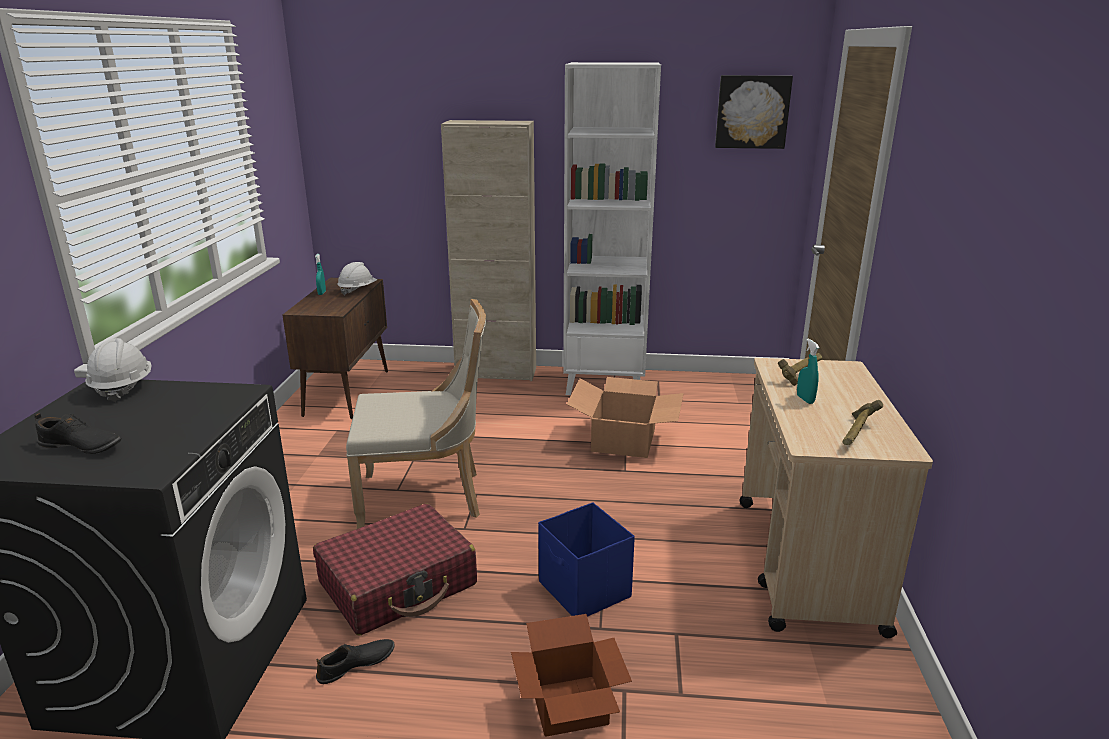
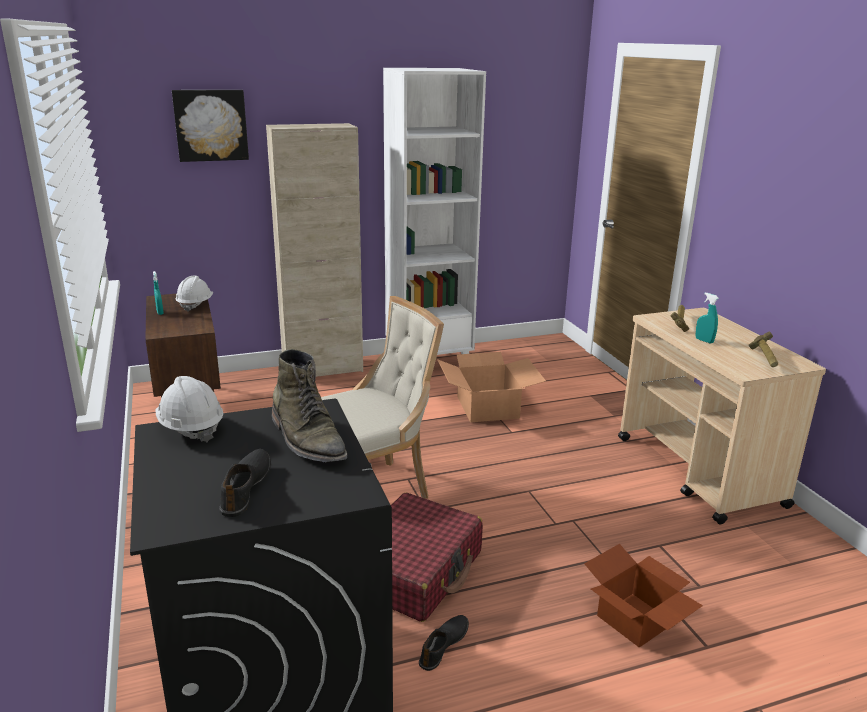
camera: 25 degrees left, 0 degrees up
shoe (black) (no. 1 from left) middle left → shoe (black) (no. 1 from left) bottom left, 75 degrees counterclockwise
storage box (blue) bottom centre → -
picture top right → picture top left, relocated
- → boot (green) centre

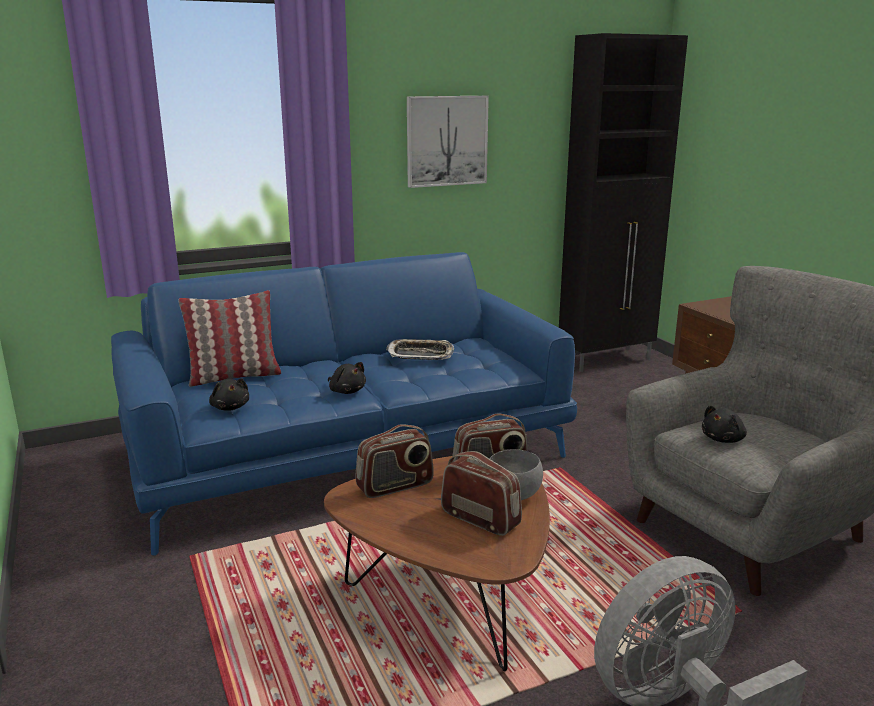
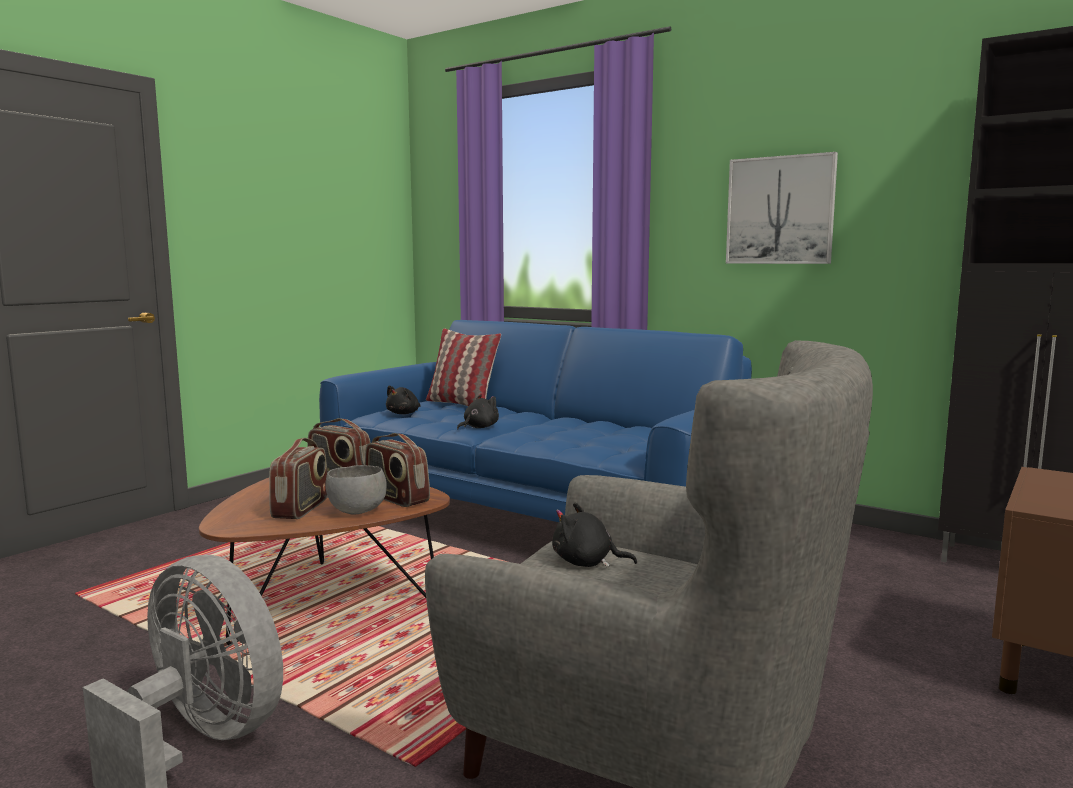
camera: 60 degrees right, 10 degrees down
plush toy (black) (no. 2 from left) centre, 150 degrees counterclockwise
tray centre → -

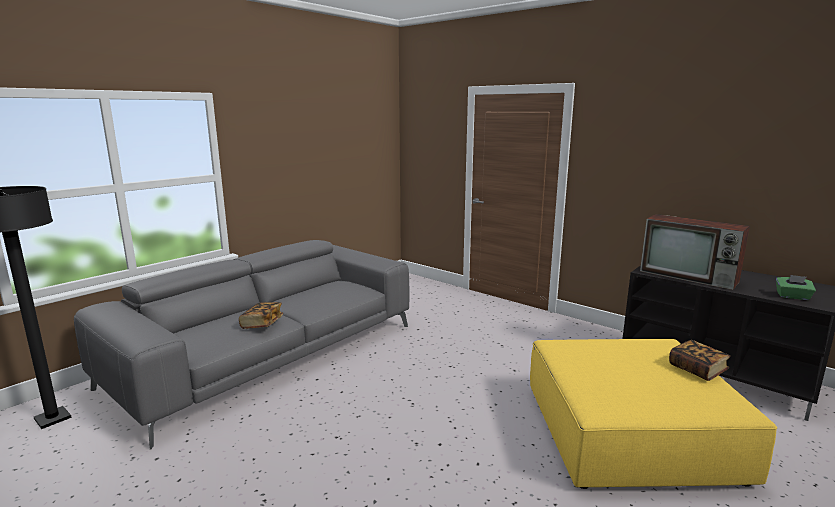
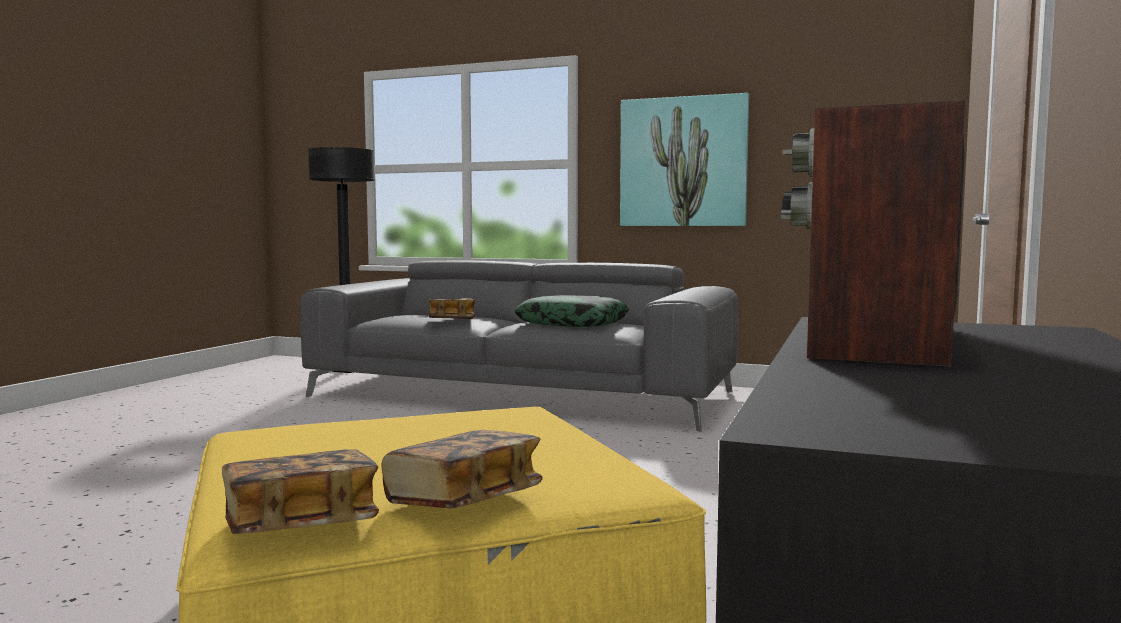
camera: 70 degrees right, 10 degrees down
tissue box (green) middle right → -
- → book (no. 1 from left) bottom left
- → pillow centre
- → picture top centre

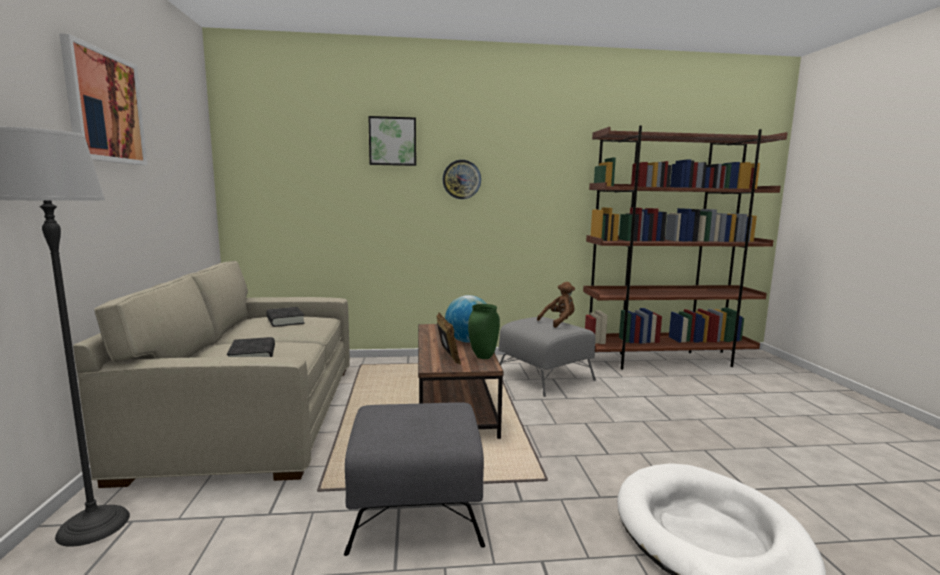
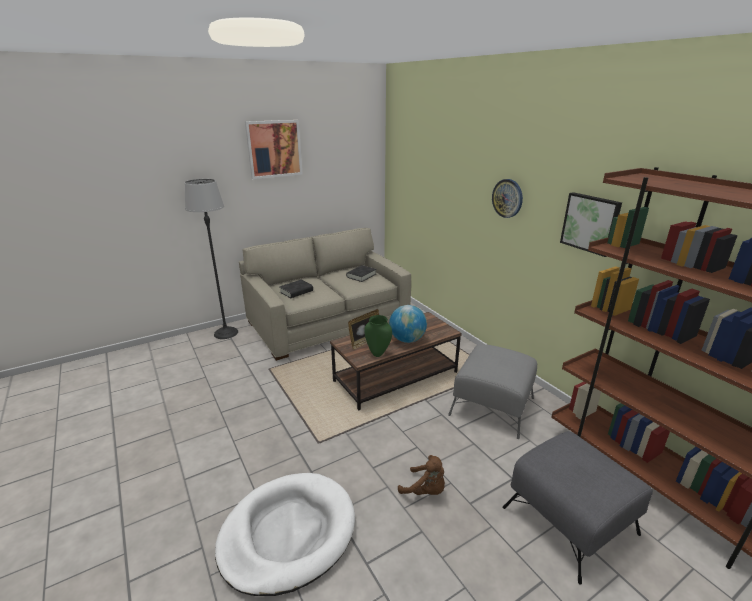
camera: 65 degrees right, 15 degrees up
ottoman (grey) (no. 1 from left in the first image) bottom centre → ottoman (grey) (no. 2 from left) bottom right, relocated
picture (no. 2 from left) top centre → picture (no. 2 from left) middle right, relocated
plush toy (brown) centre → plush toy (brown) bottom centre, relocated

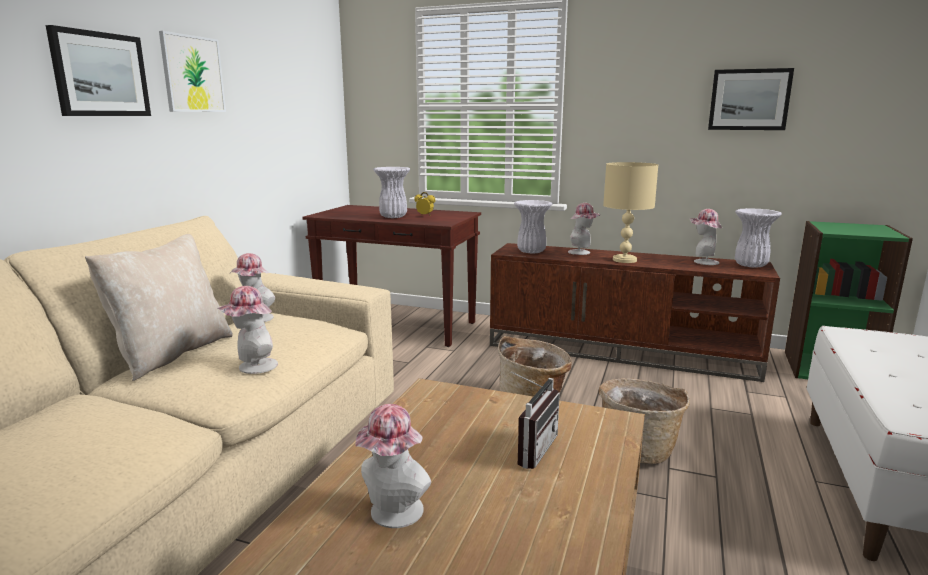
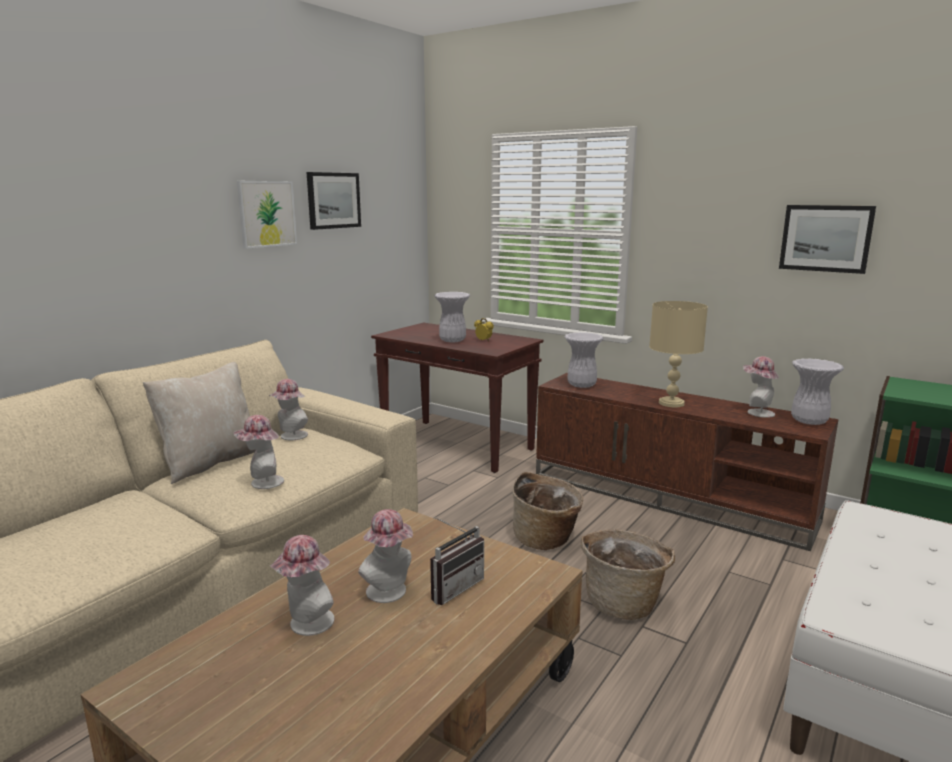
camera: 15 degrees right, 0 degrees up
picture (no. 1 from left in the first image) top left → picture (no. 2 from left) top centre, relocated
hat (no. 4 from left) centre → hat (no. 4 from left) bottom centre, relocated

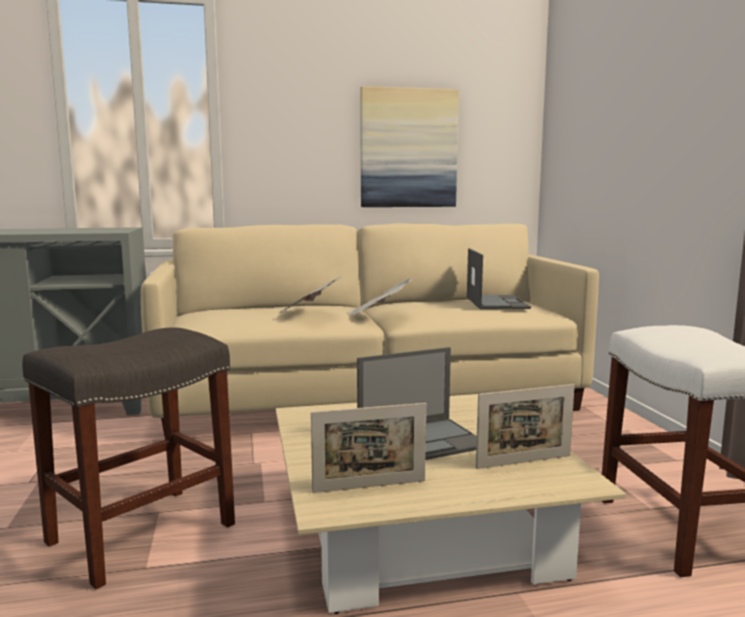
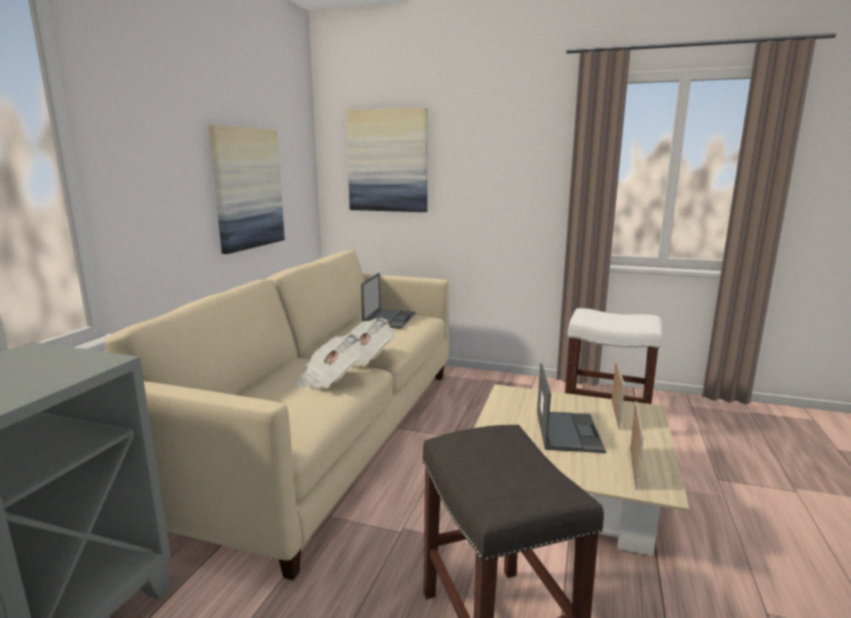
camera: 60 degrees left, 5 degrees up
laptop (no. 2 from left in the first image) middle right → laptop (no. 1 from left) centre, 75 degrees clockwise
- → picture (no. 2 from left) top centre

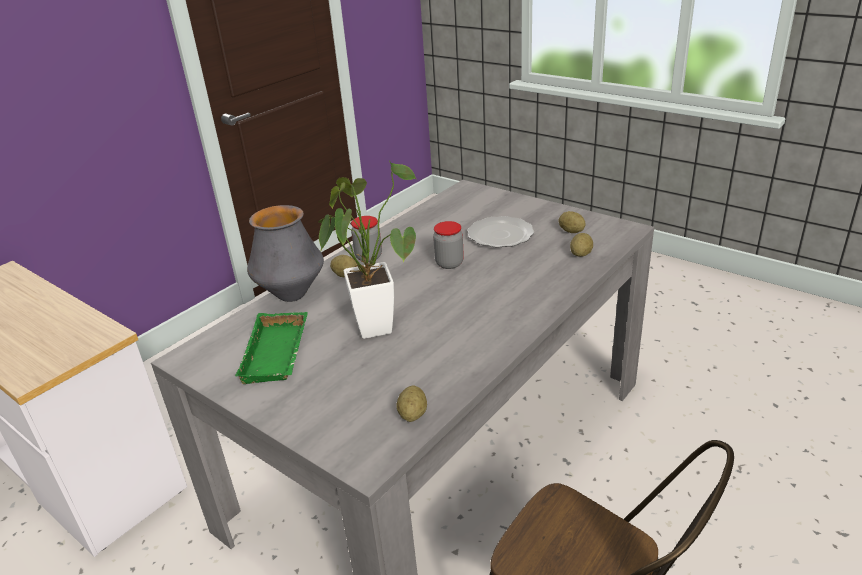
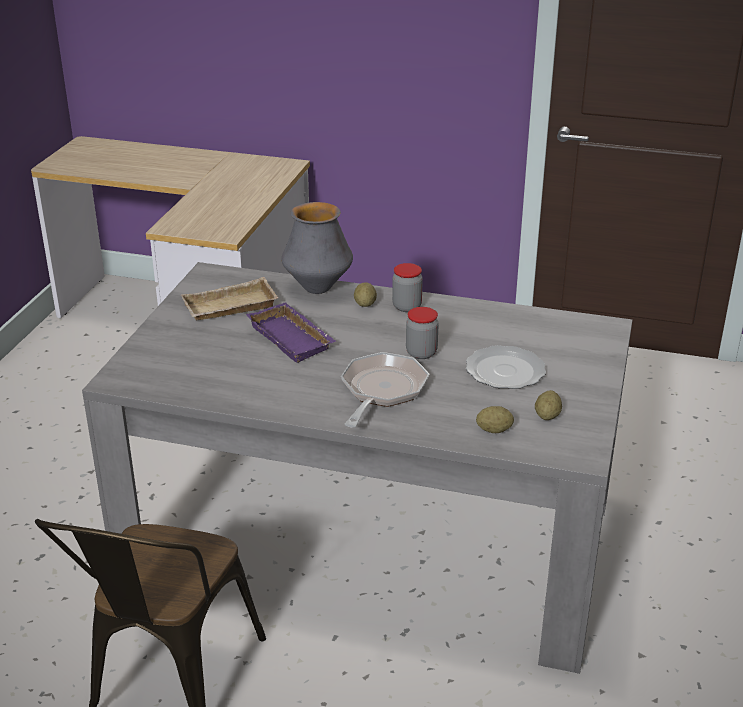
camera: 65 degrees right, 0 degrees up
tray (green) middle left → tray (beige) middle left
potted plant centre → tray (purple) centre
potato (no. 2 from left) bottom centre → -
- → frying pan centre

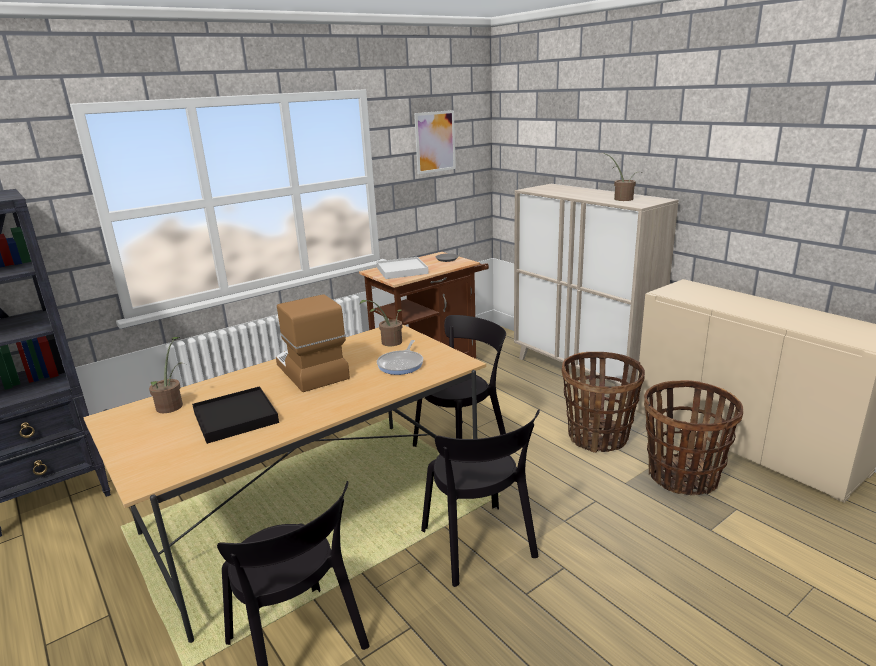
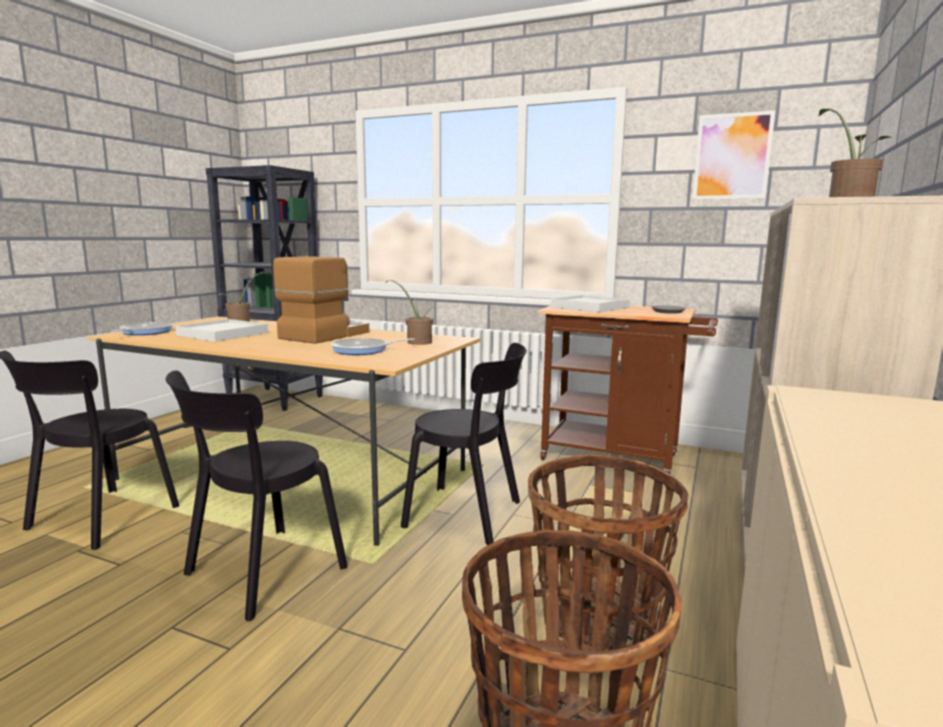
camera: 60 degrees right, 10 degrees down
tray (black) middle left → tray (white) (no. 1 from left) middle left
- → frying pan (no. 1 from left) middle left

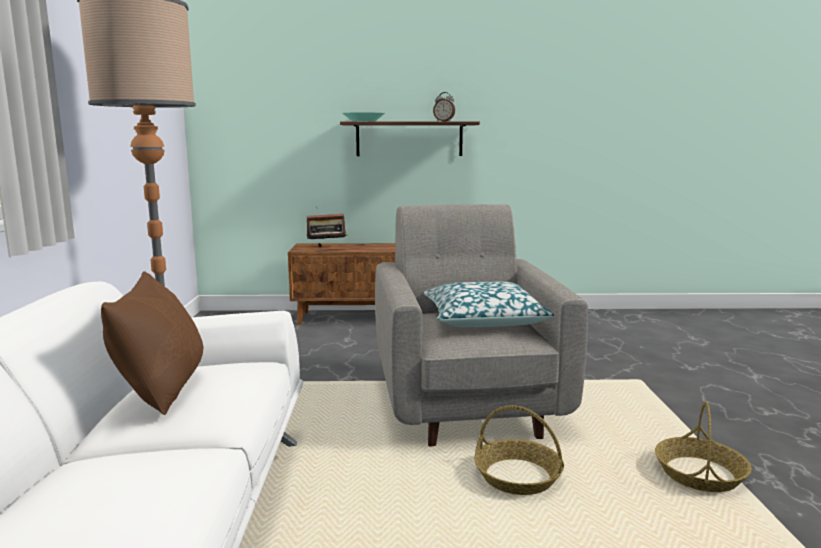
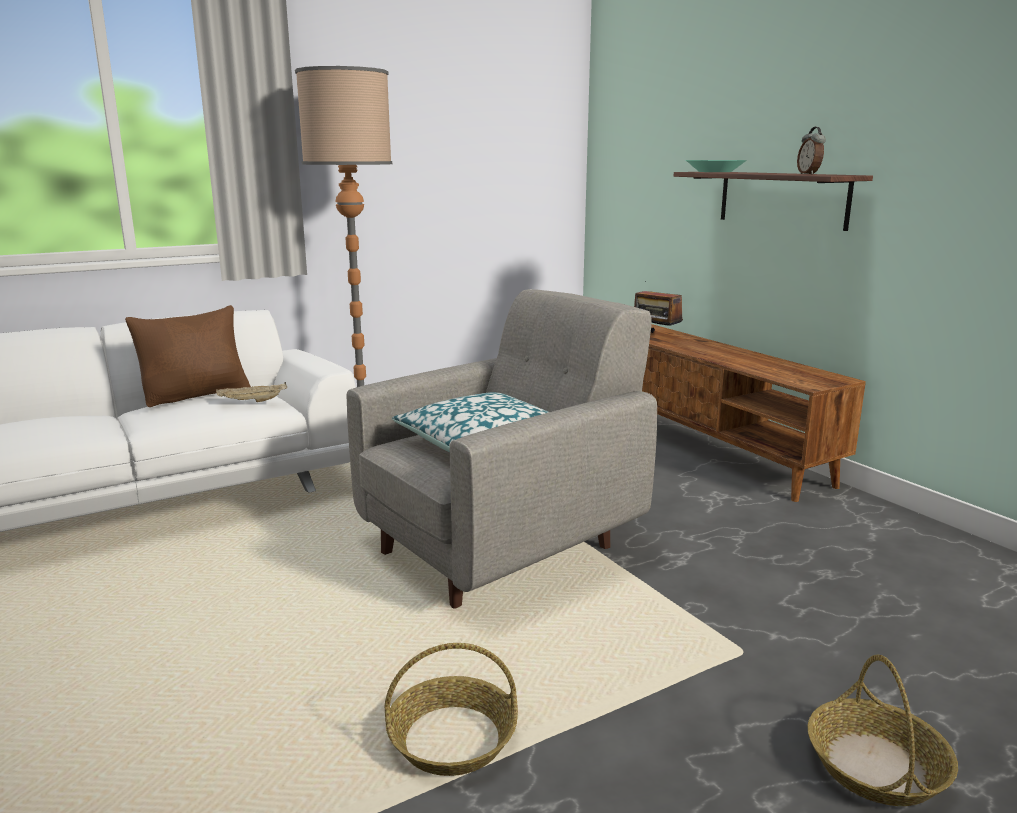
camera: 60 degrees right, 5 degrees up
basket (no. 1 from left in the first image) bottom centre → basket (no. 2 from left) bottom right, relocated
- → tray (beige) middle left

